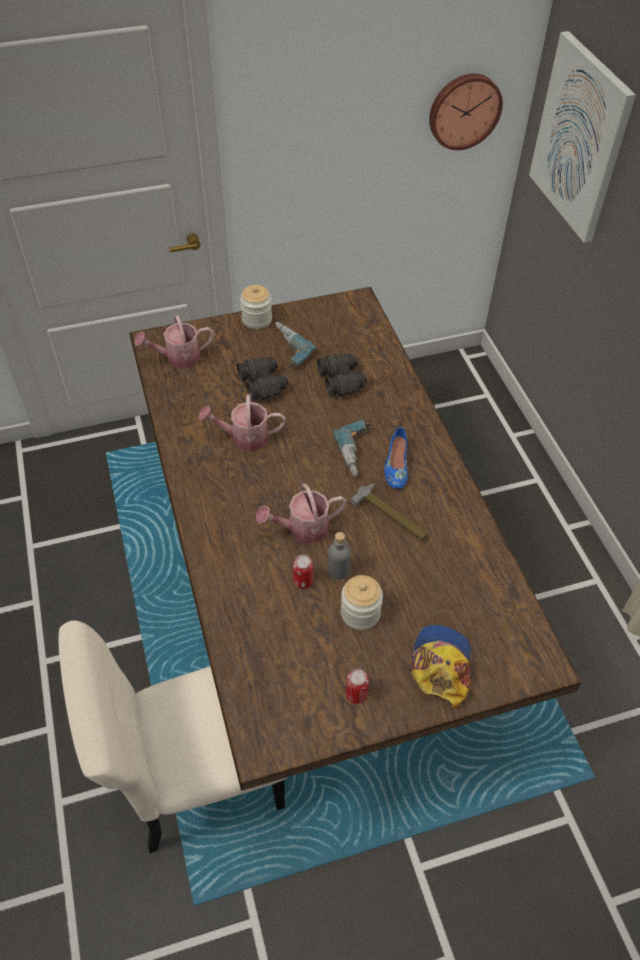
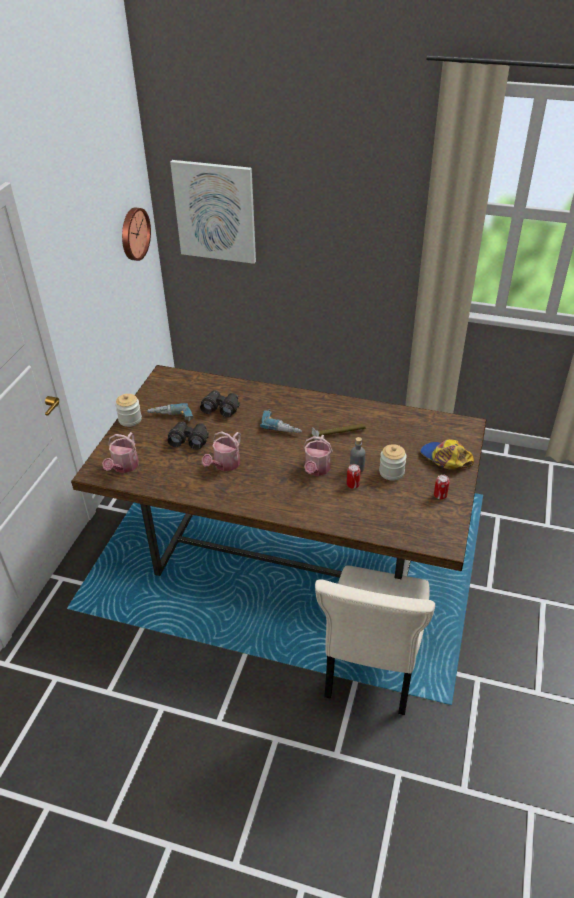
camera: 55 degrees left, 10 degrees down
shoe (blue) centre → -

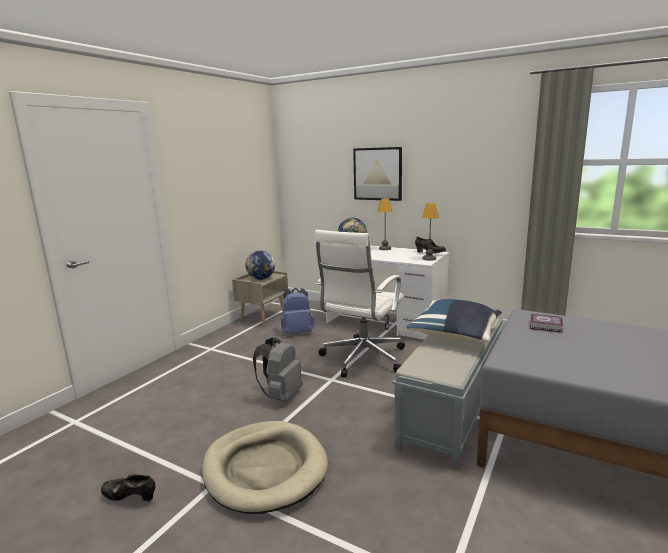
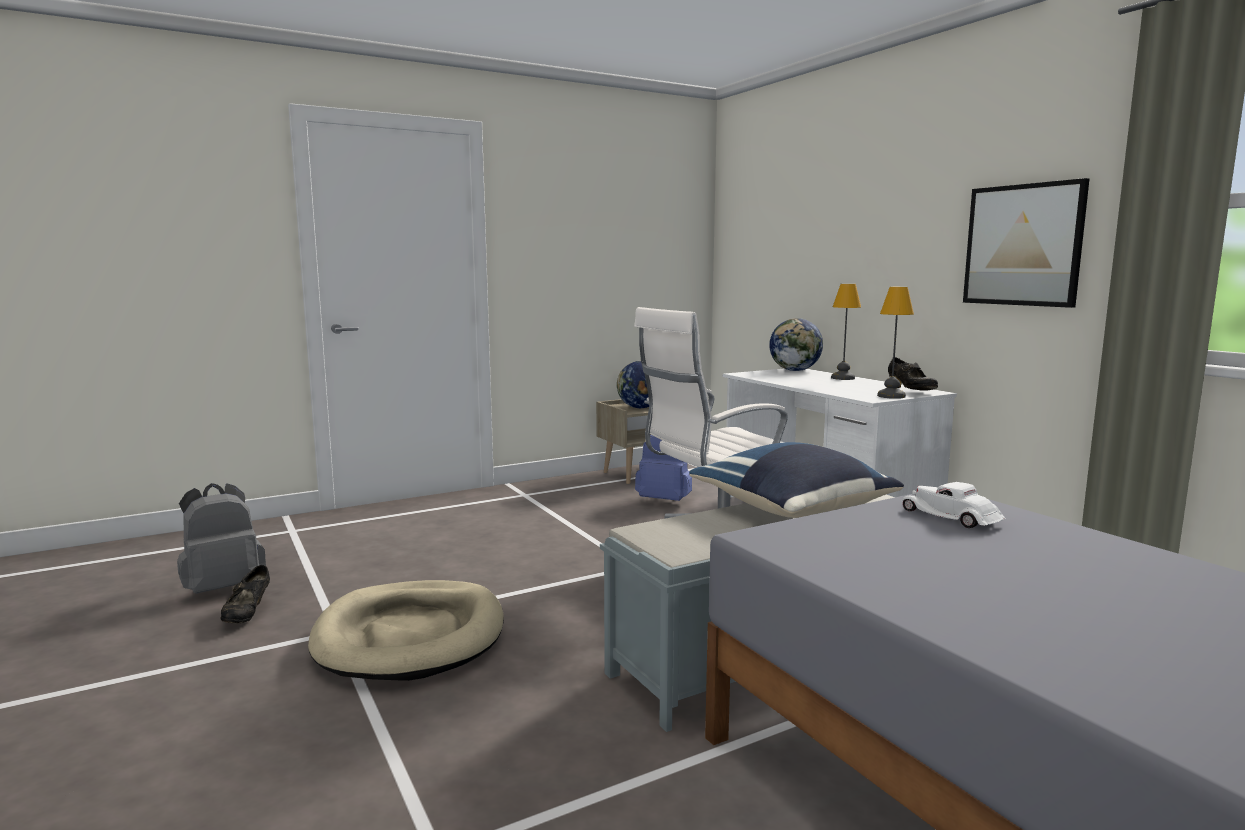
camera: 30 degrees right, 5 degrees down
shoe (black) (no. 1 from left) bottom left, 135 degrees counterclockwise
backpack (grey) bottom centre → backpack (grey) middle left, relocated
picture top centre → picture top right, relocated
book middle right → toy car (white) middle right

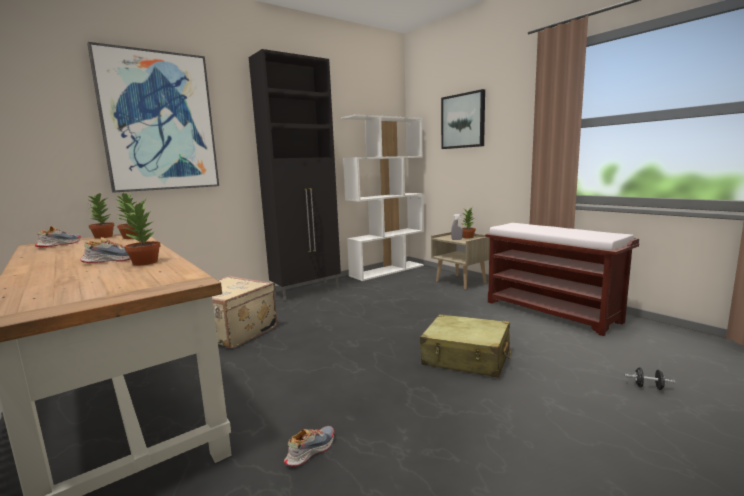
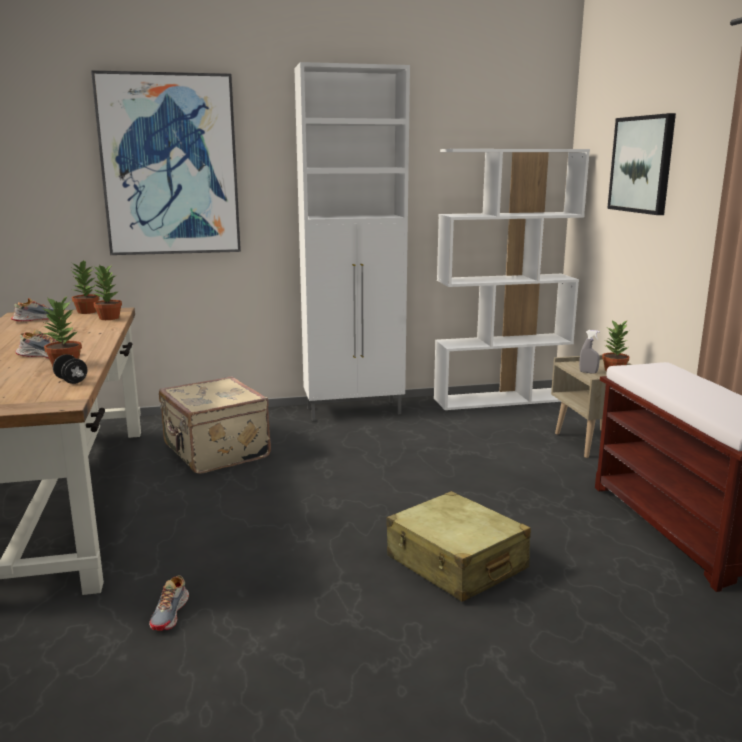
camera: 25 degrees right, 5 degrees up
cabinet (black) centre → cabinet (white) top centre
shoe (no. 3 from left) bottom centre → shoe (no. 3 from left) bottom left, 120 degrees clockwise
dumbbell (black) bottom right → dumbbell (black) middle left, relocated

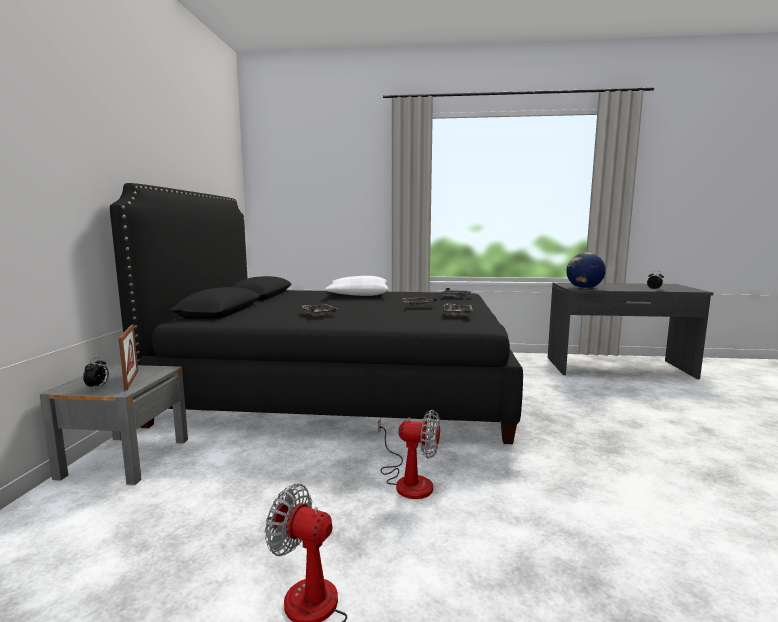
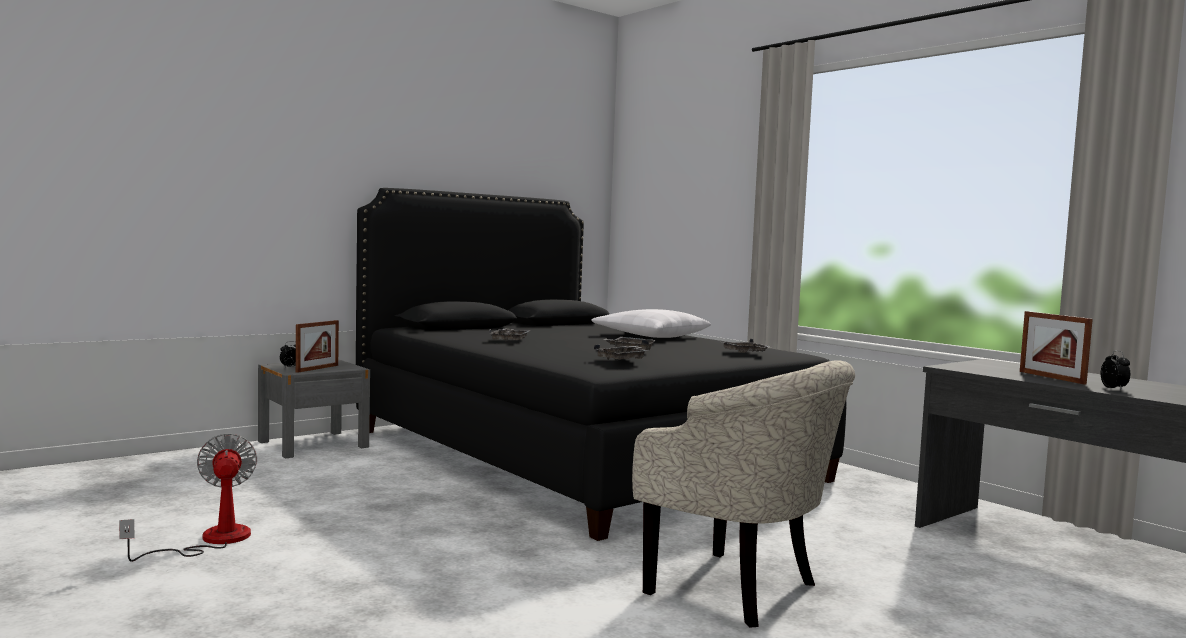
camera: 45 degrees right, 5 degrees down
fan (no. 2 from left) bottom centre → -
globe middle right → -
- → armchair (beige) bottom centre
- → picture frame (no. 2 from left) middle right

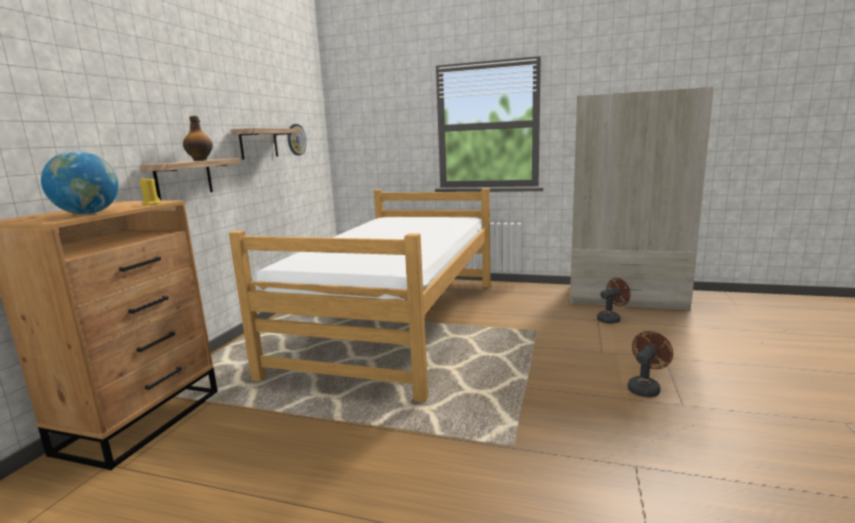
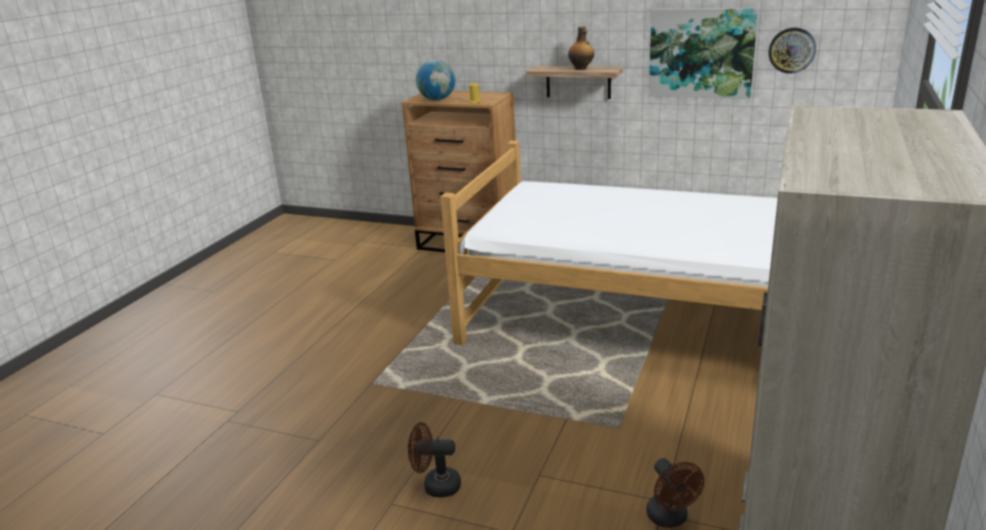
camera: 95 degrees right, 10 degrees up
shelf (no. 2 from left) top left → picture top right
fan (brown) (no. 2 from left in the first image) bottom right → fan (brown) (no. 1 from left) bottom centre, 135 degrees clockwise

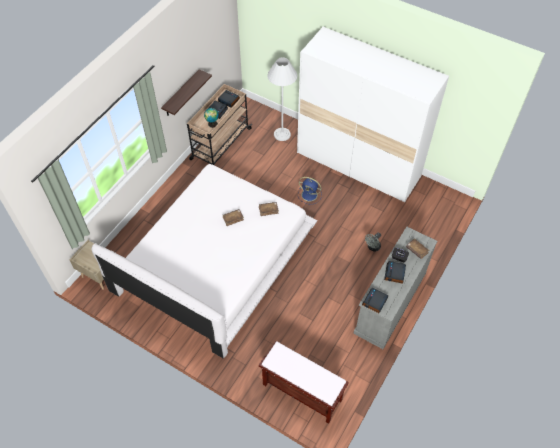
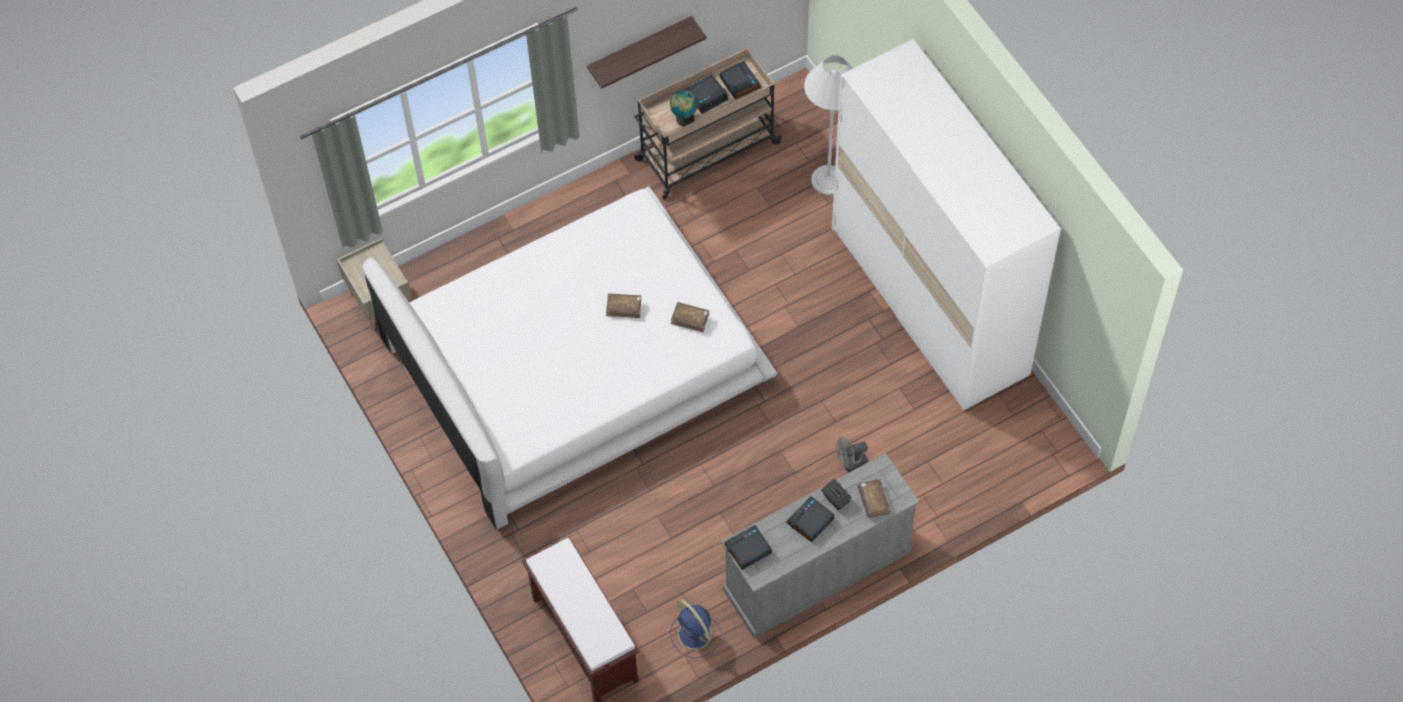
camera: 30 degrees right, 5 degrees up
fan (blue) centre → fan (blue) bottom centre, relocated

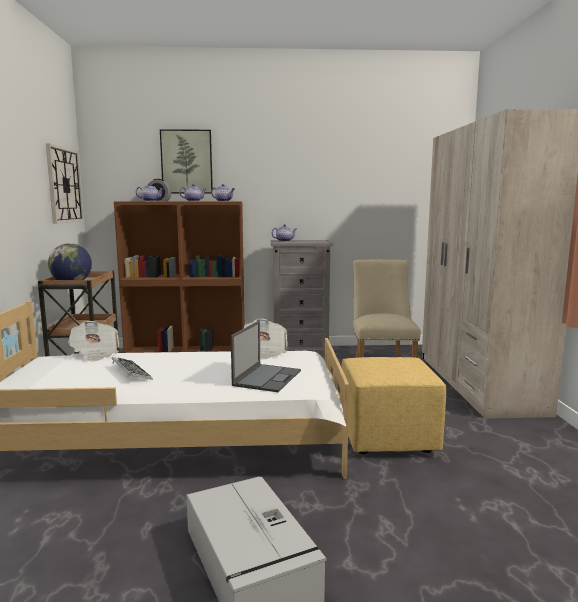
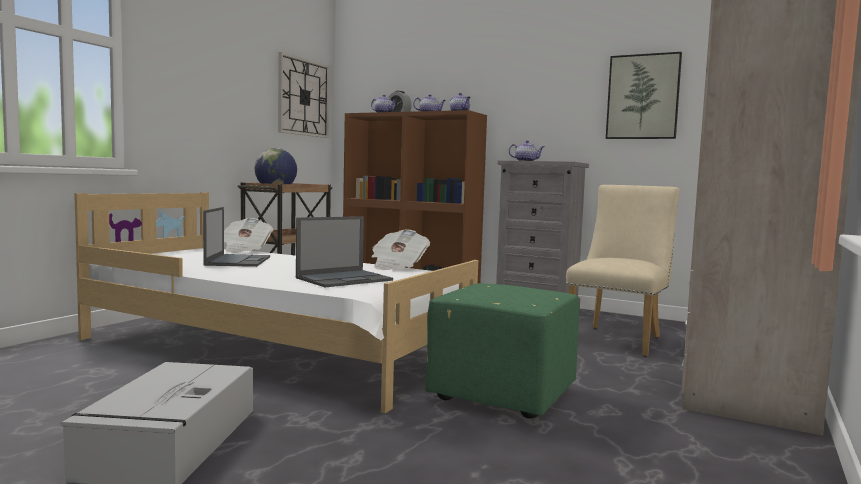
camera: 30 degrees right, 5 degrees down
keyboard middle left → laptop (no. 1 from left) middle left
picture top left → picture top right, relocated
ottoman (yellow) bottom right → ottoman (green) bottom centre

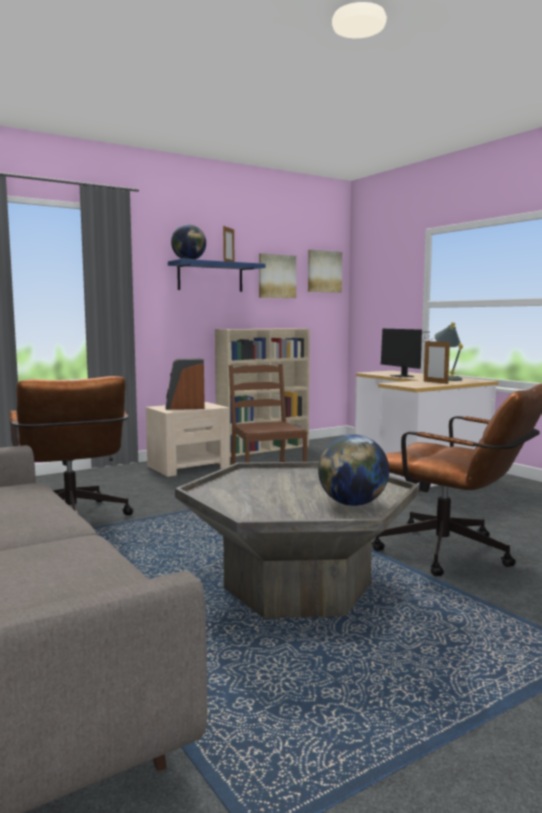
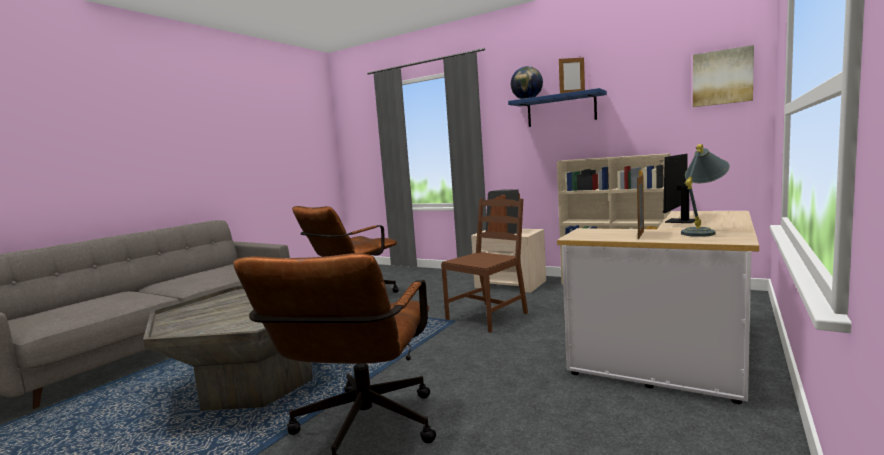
camera: 65 degrees right, 0 degrees up
picture (no. 1 from left) centre → -
globe (no. 2 from left) centre → -

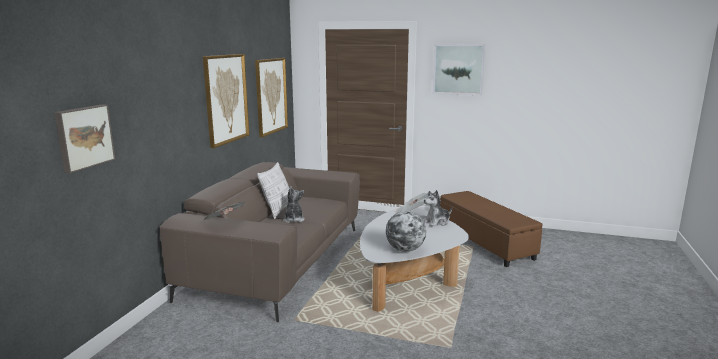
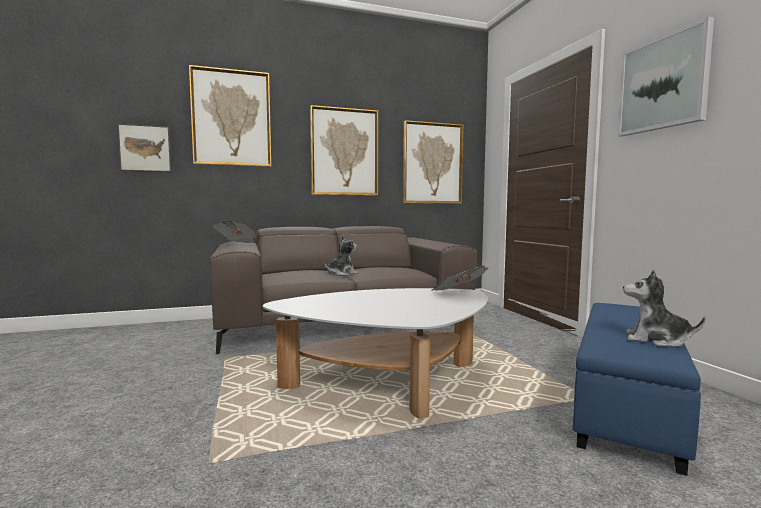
camera: 55 degrees right, 10 degrees down
pillow centre → -
globe centre → -
plush toy (no. 2 from left) centre → plush toy (no. 2 from left) middle right, relocated
ottoman (brown) middle right → ottoman (blue) bottom right
- → picture (no. 2 from left) top left

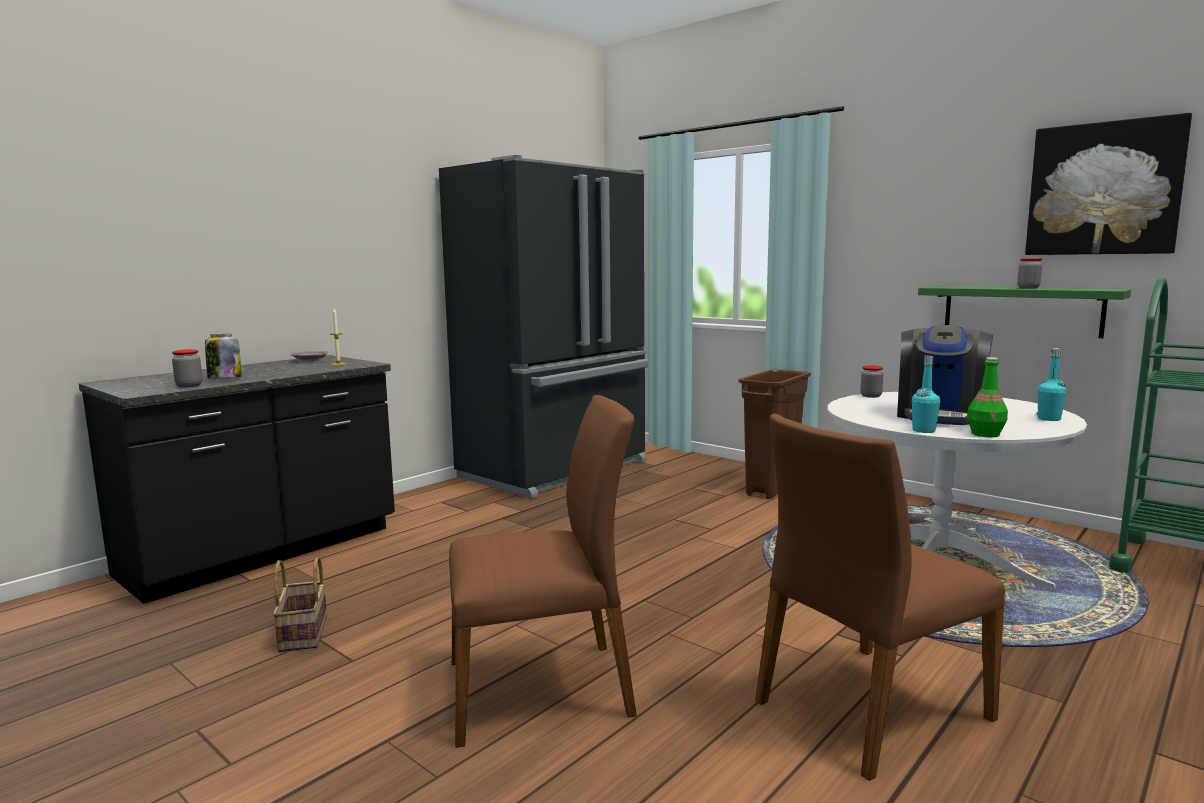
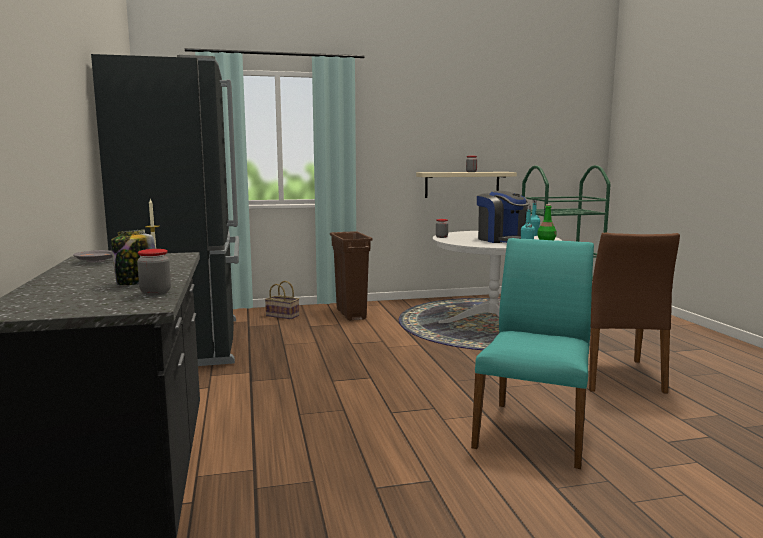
camera: 55 degrees left, 0 degrees up
basket bottom left → basket centre, relocated
chair (brown) (no. 1 from left) bottom centre → chair (turquoise) middle right
shelf (green) middle right → shelf (beige) centre
picture top right → -

